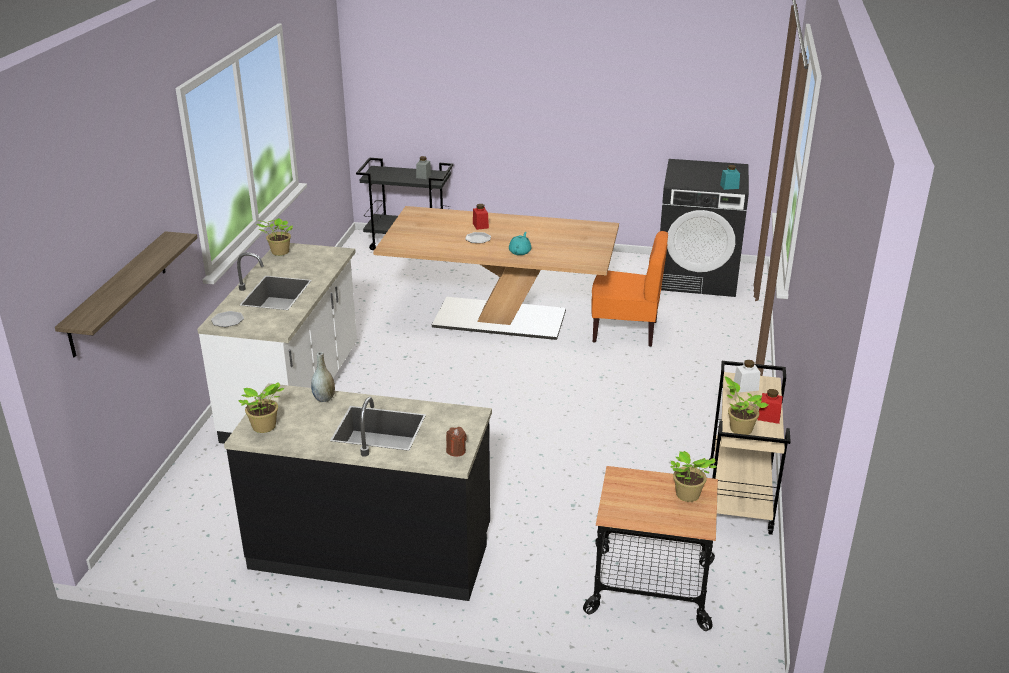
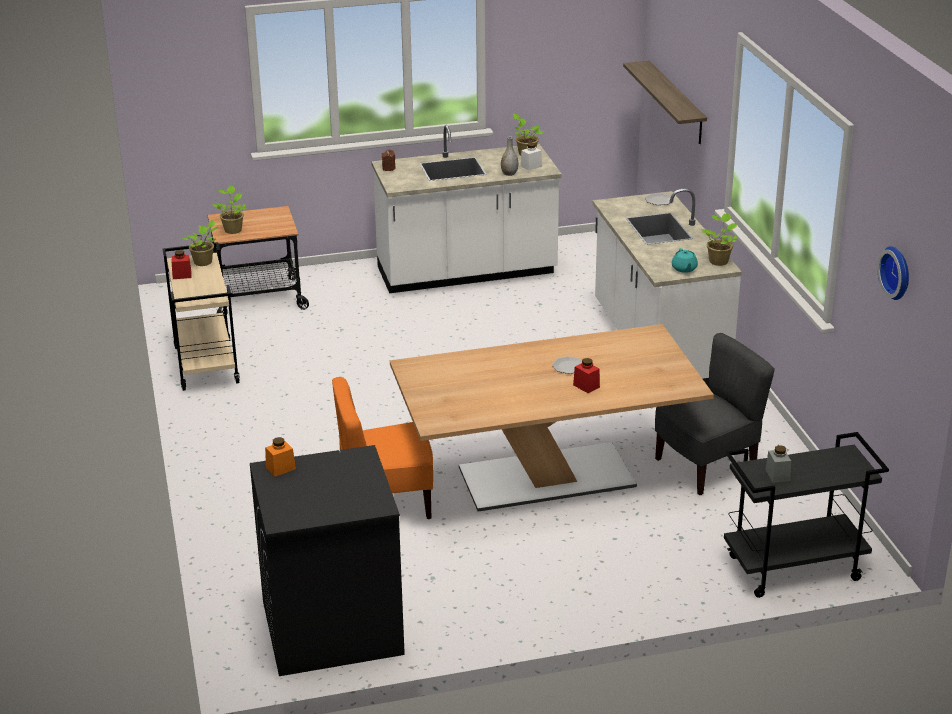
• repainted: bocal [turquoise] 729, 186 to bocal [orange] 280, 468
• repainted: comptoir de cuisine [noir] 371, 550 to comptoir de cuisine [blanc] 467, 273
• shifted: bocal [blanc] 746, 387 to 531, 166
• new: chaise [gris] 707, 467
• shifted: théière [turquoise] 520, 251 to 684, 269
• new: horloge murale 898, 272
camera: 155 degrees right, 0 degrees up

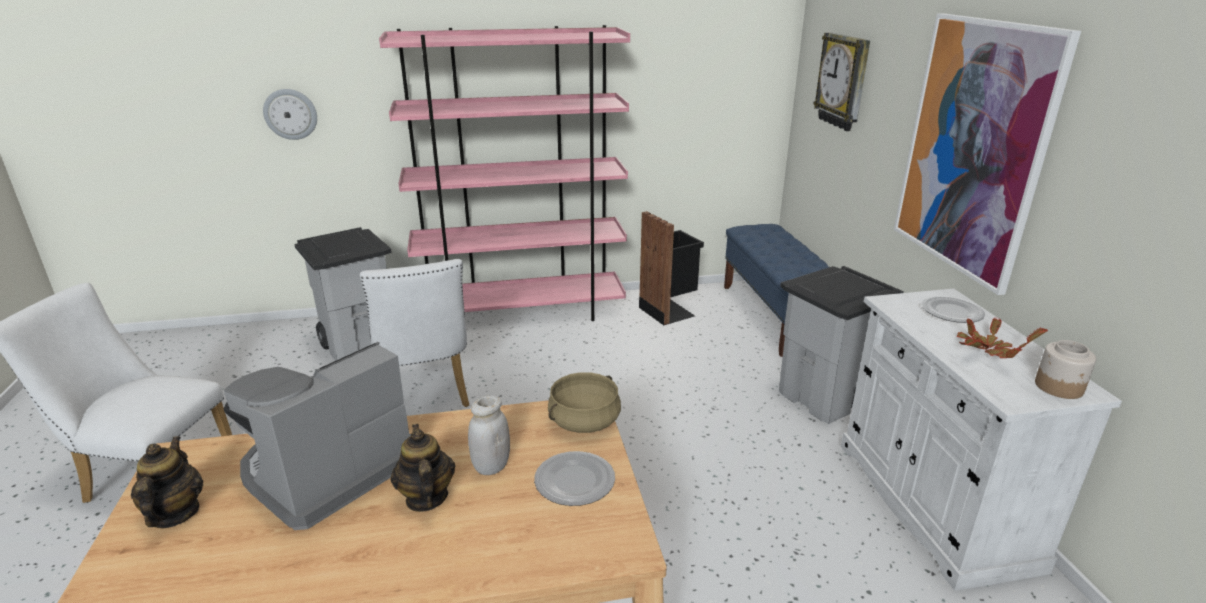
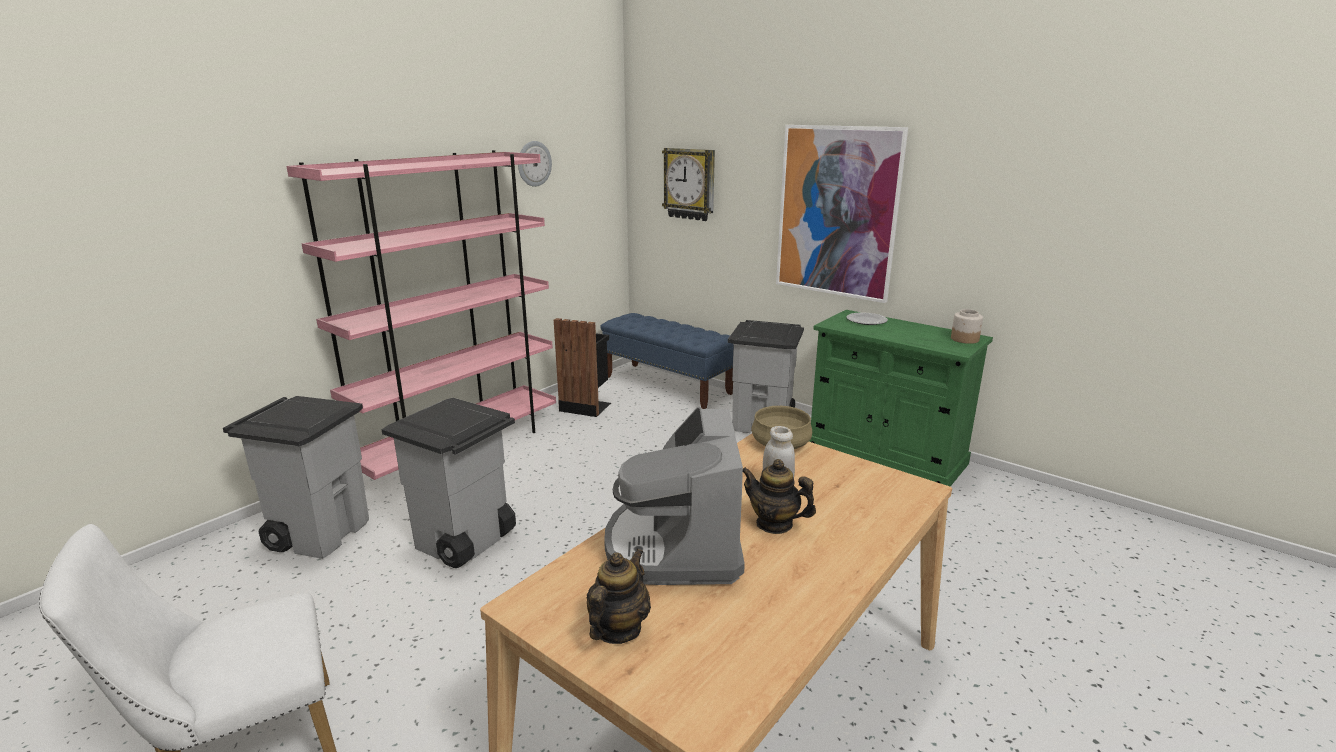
• swapped: chaise [blanc] 426, 396 to poubelle [gris] 464, 542
• shifted: horloge murale 290, 114 to 534, 163
• rotated: théière 175, 514 = 618, 629 75 degrees clockwise
• repainted: meuble de rangement [blanc] 932, 503 to meuble de rangement [vert] 885, 455
• gone: assiette 576, 480
• gone: plante en pot 986, 350
camera: 40 degrees left, 5 degrees down

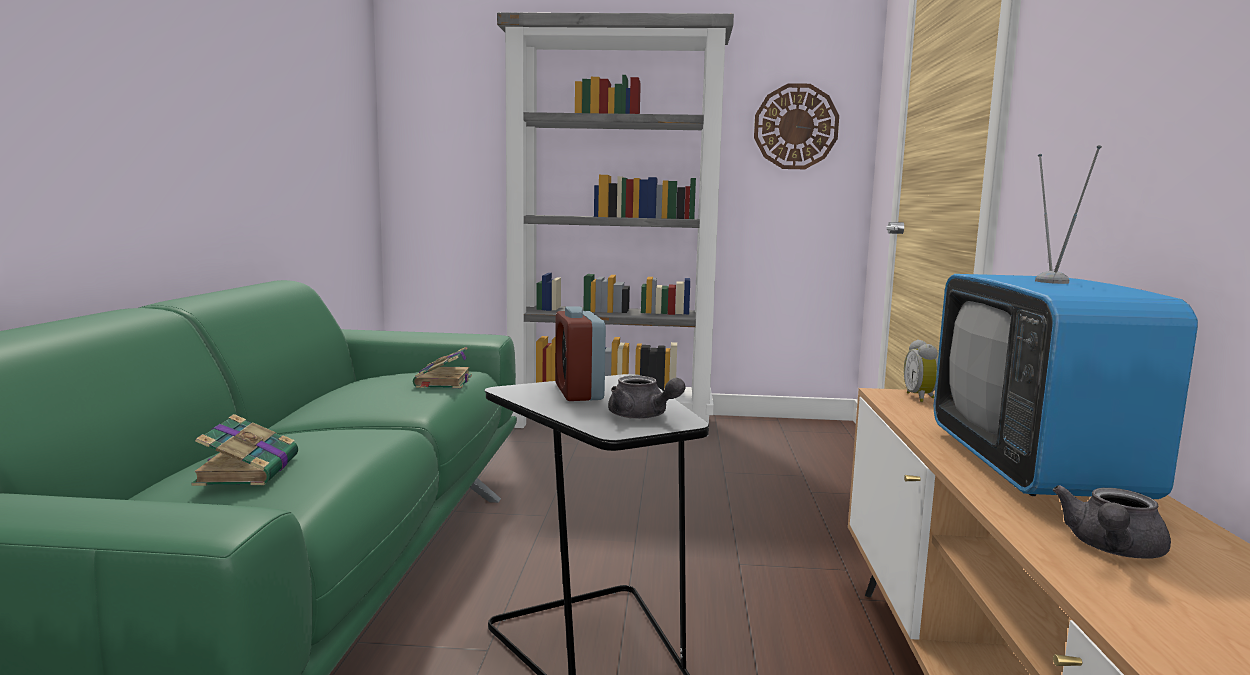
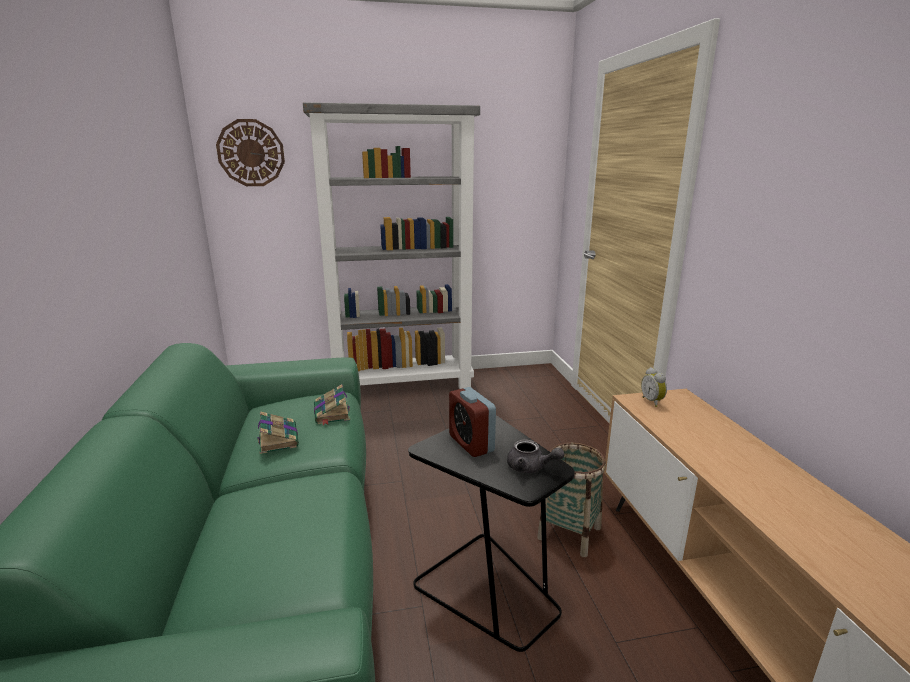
• shifted: horloge murale 796, 127 to 251, 153
• shifted: livre 249, 469 to 278, 439
• new: panier 569, 533
• gone: téléviseur 1032, 468
• gone: théière [gris] 1111, 549
camera: 15 degrees left, 10 degrees up

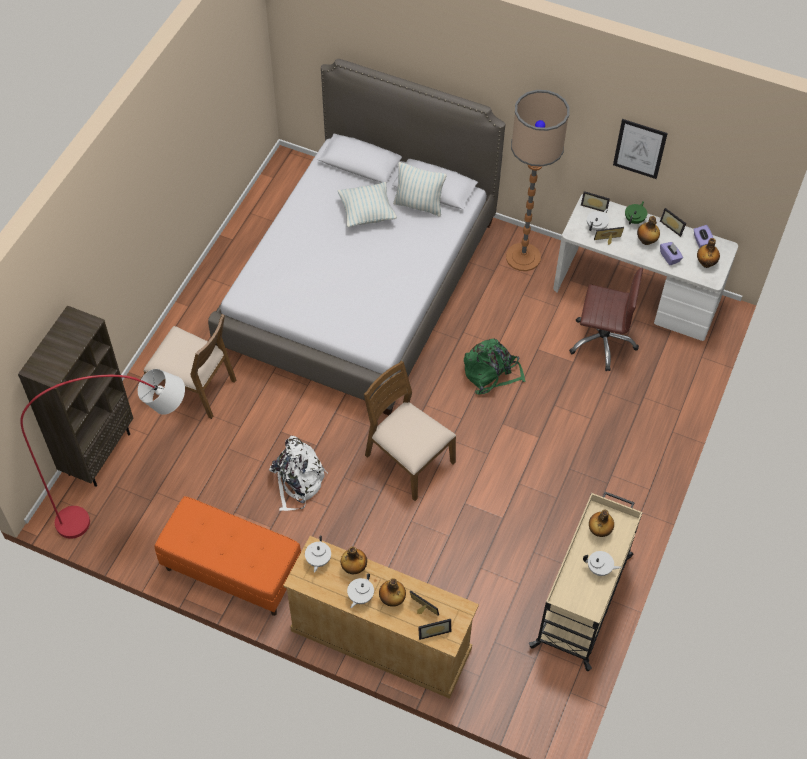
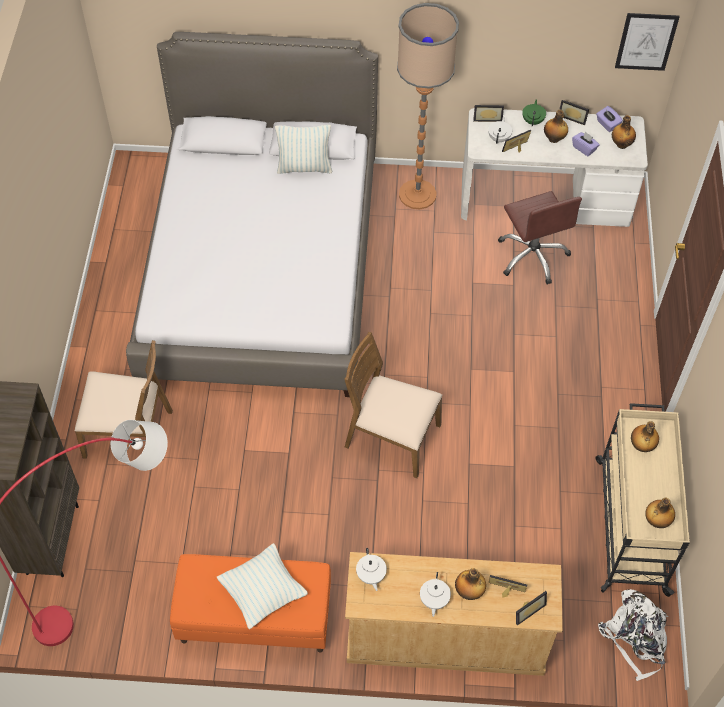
• shifted: coussin 367, 213 to 263, 592
• rotated: chaise de bureau [marron] 602, 341 = 532, 256 75 degrees clockwise
• shifted: sac à dos [blanc] 297, 482 to 636, 638
• shifted: tableau 639, 148 to 646, 41
• shifted: bouteille 354, 567 to 656, 521
• gone: sac à dos [vert] 491, 373
• gone: théière [blanc] 599, 569
camera: 20 degrees left, 0 degrees up

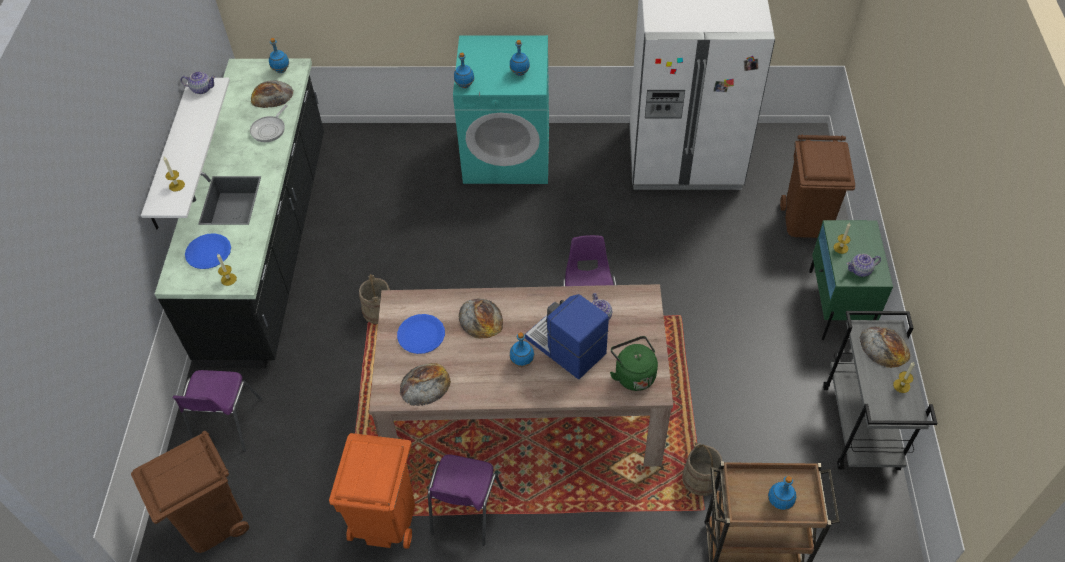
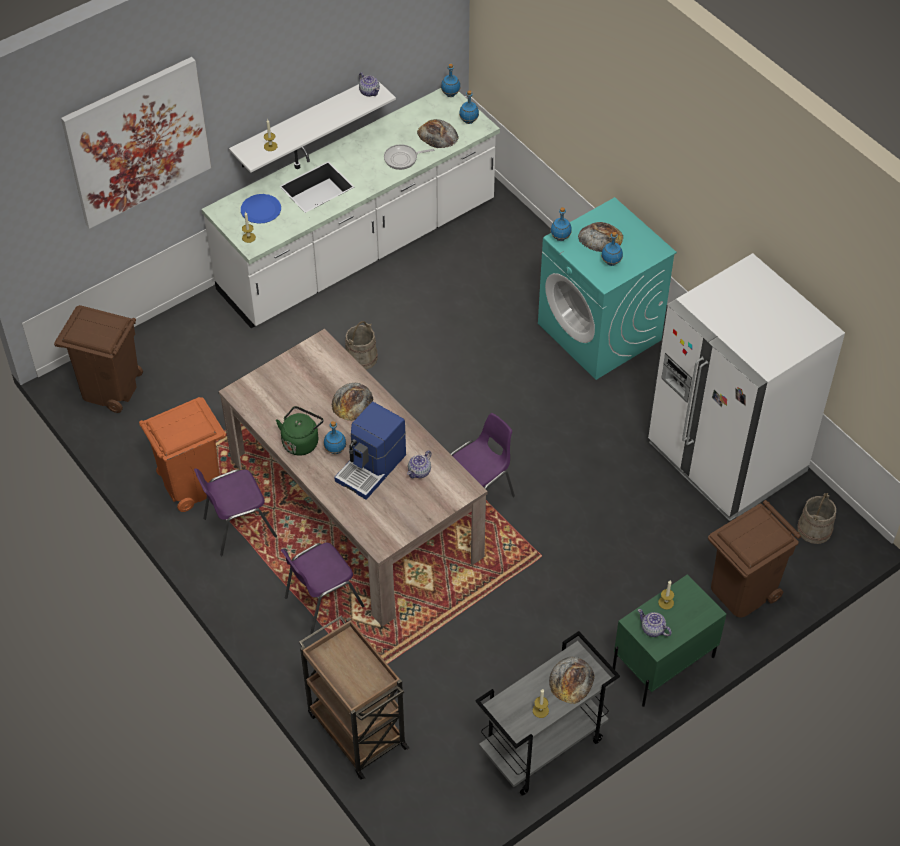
• new: tableau 137, 142
• repainted: comptoir de cuisine [noir] 269, 244 to comptoir de cuisine [blanc] 358, 248
• shifted: bouilloire [vert] 633, 374 to 301, 441
• shifted: chaise [violet] 226, 425 to 322, 602
• rotated: machine à café 565, 347 = 372, 468 150 degrees counterclockwise
• shifted: bouteille [bleu] 779, 502 to 451, 94
• shifted: pain 425, 384 to 600, 237
• shifted: seau [beige] 701, 478 to 814, 529
• gone: assiette [bleu] 421, 335
camera: 50 degrees right, 0 degrees up

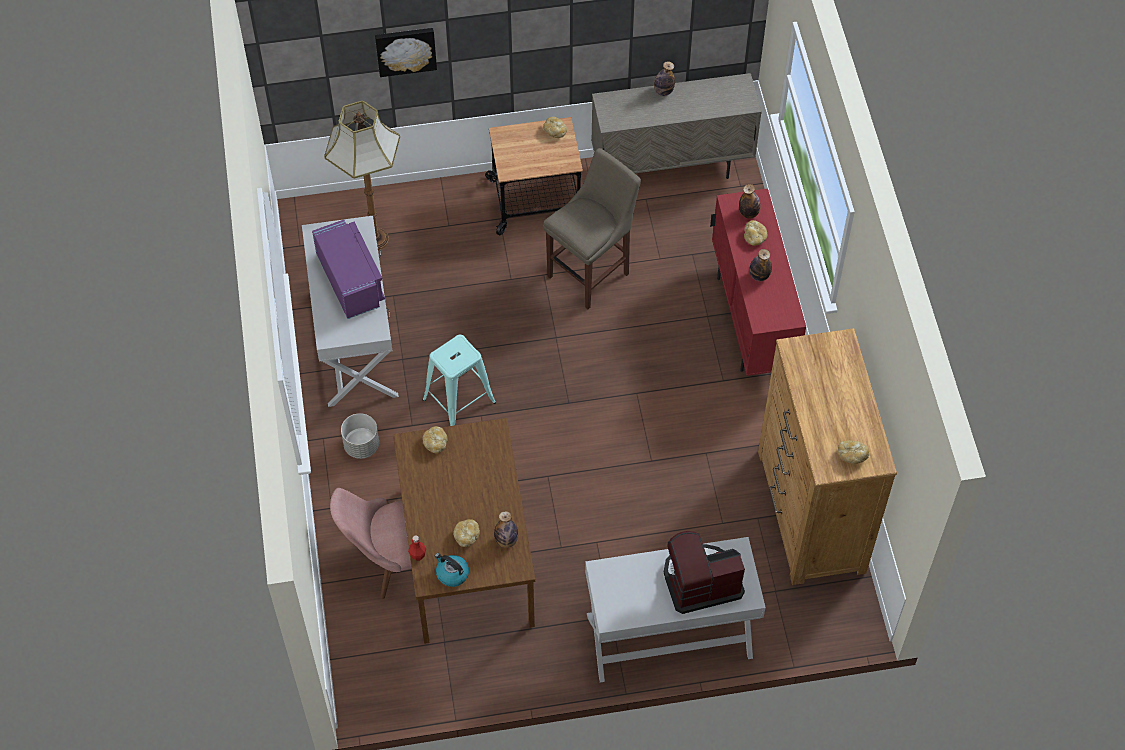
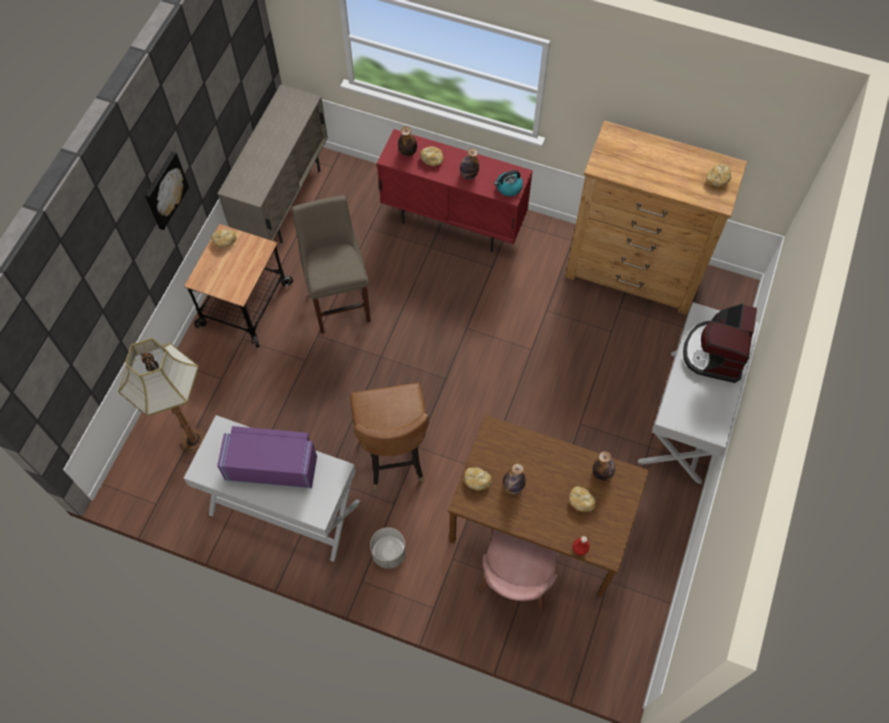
• shifted: tableau 405, 50 to 164, 190
• swapped: tabouret [turquoise] 459, 401 to chaise [marron] 394, 456
• shifted: bouilloire 452, 573 to 508, 188
• shifted: bouteille 663, 91 to 513, 486
camera: 60 degrees left, 5 degrees up

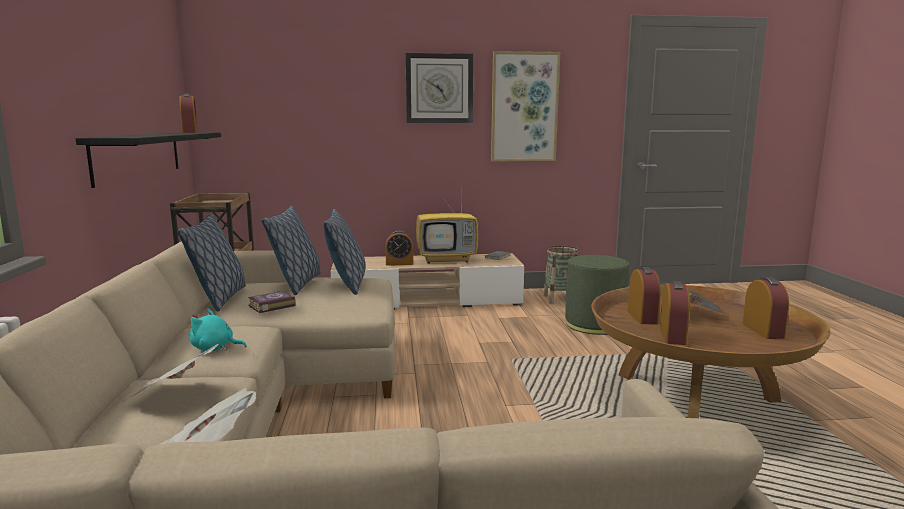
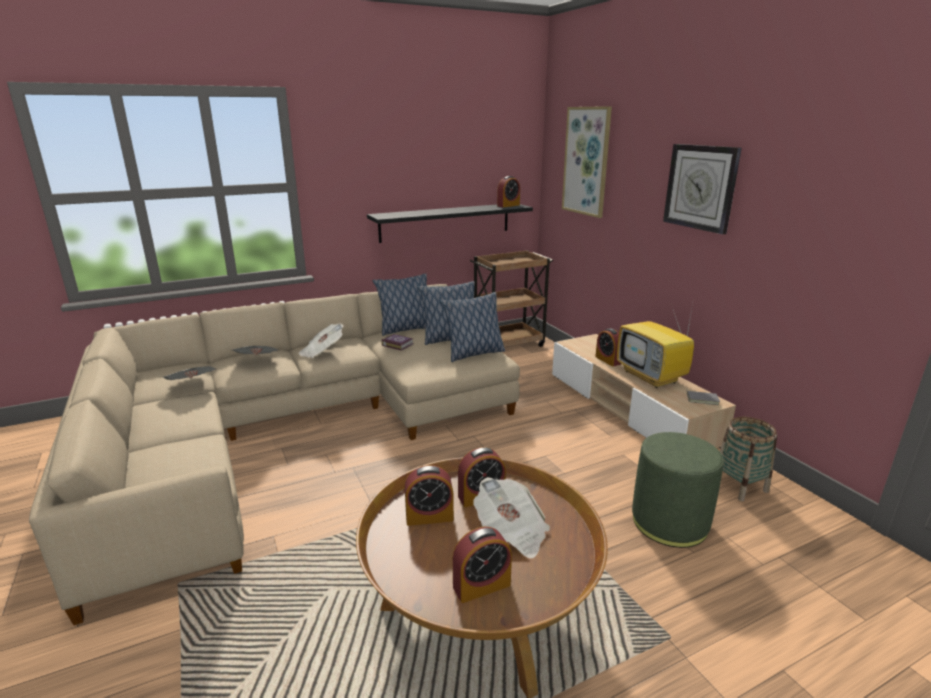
• swapped: peluche [turquoise] 215, 348 to journal 322, 352
• shifted: tableau 524, 107 to 586, 161
camera: 70 degrees right, 10 degrees up

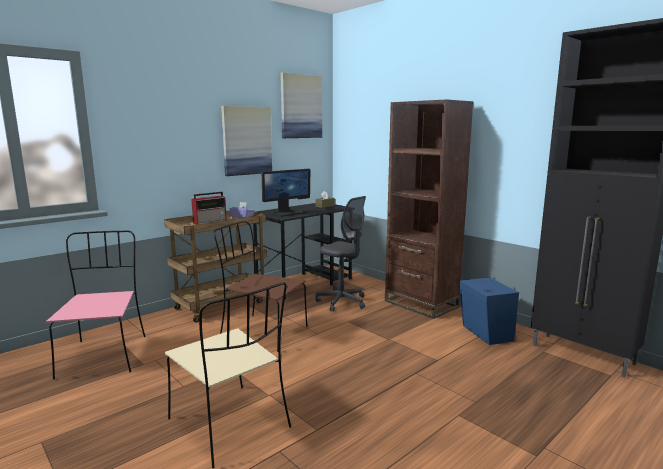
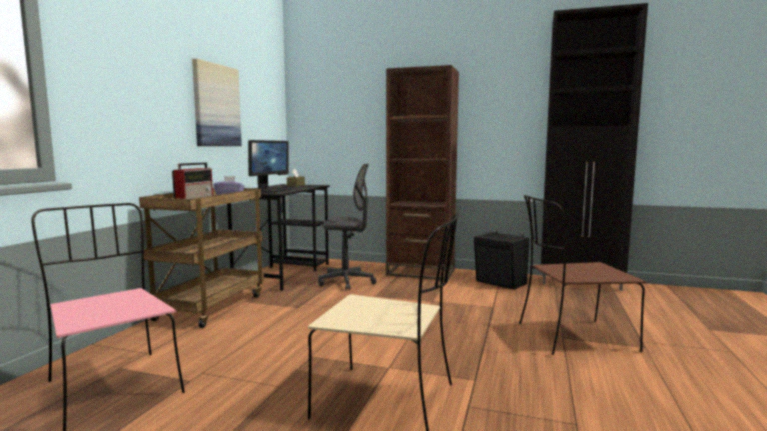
• repainted: enceinte [bleu] 485, 334 to enceinte [noir] 500, 283
• shifted: chaise [marron] 262, 332 to 573, 337
• gone: tableau 301, 106
camera: 30 degrees left, 5 degrees down

